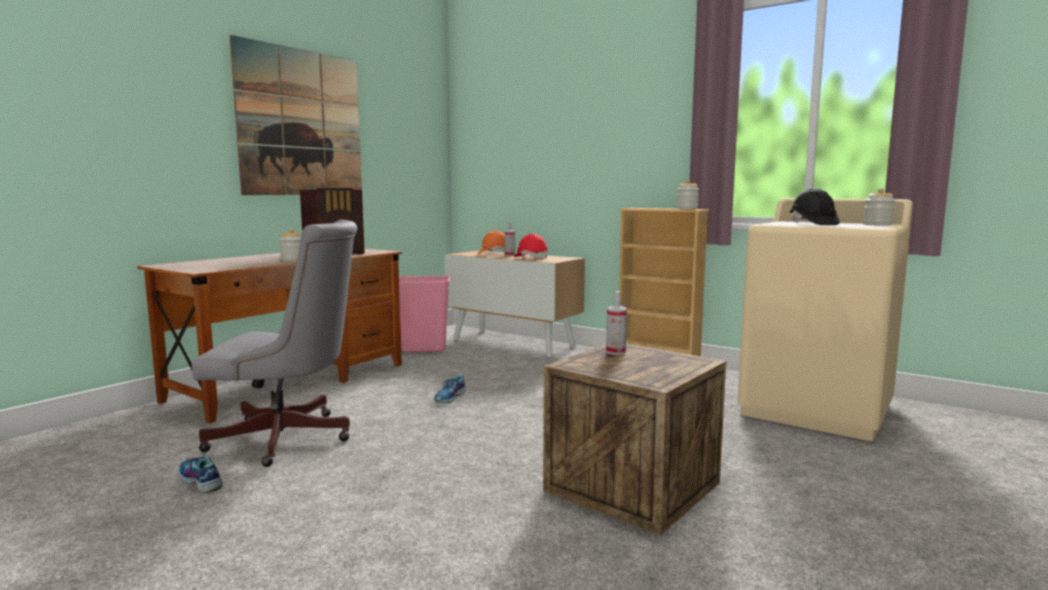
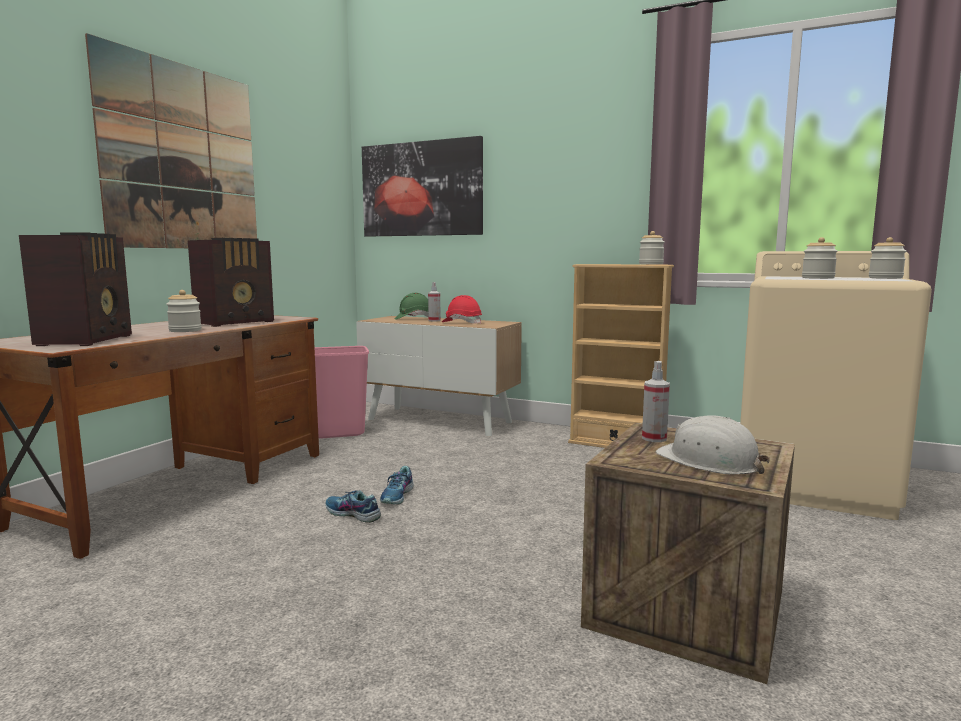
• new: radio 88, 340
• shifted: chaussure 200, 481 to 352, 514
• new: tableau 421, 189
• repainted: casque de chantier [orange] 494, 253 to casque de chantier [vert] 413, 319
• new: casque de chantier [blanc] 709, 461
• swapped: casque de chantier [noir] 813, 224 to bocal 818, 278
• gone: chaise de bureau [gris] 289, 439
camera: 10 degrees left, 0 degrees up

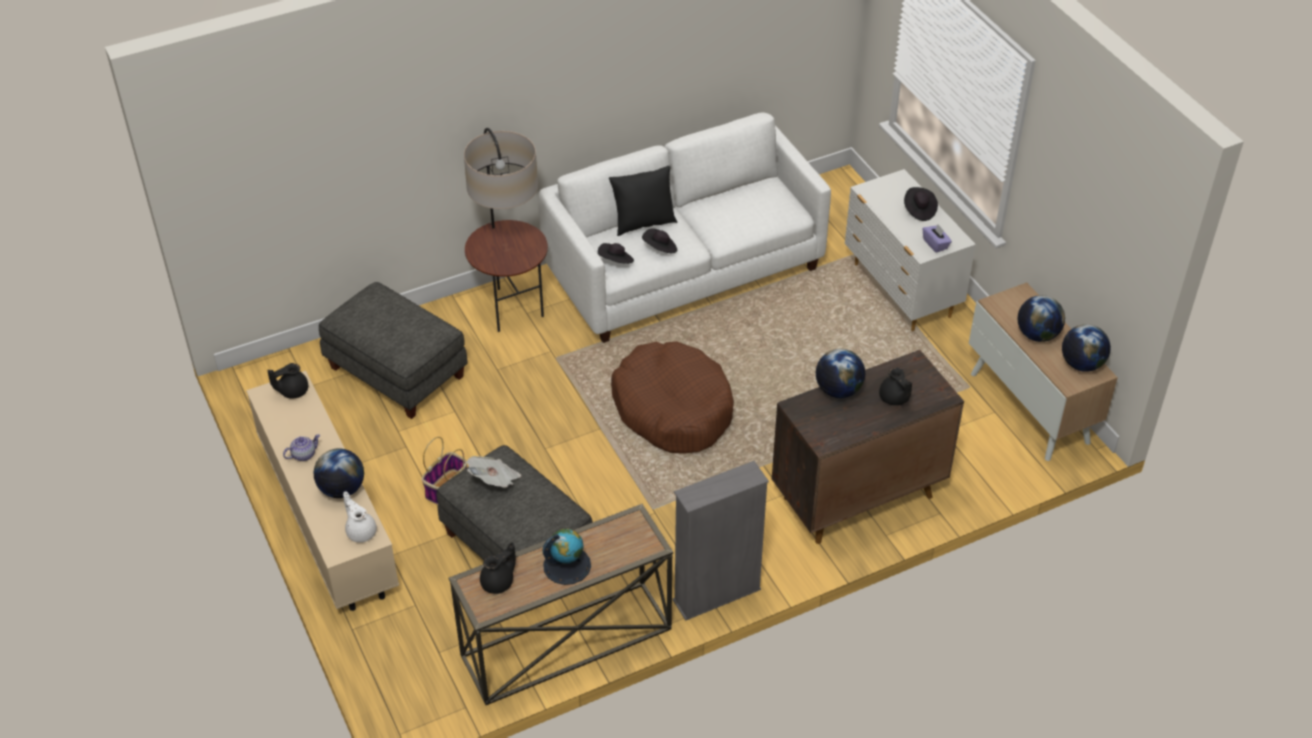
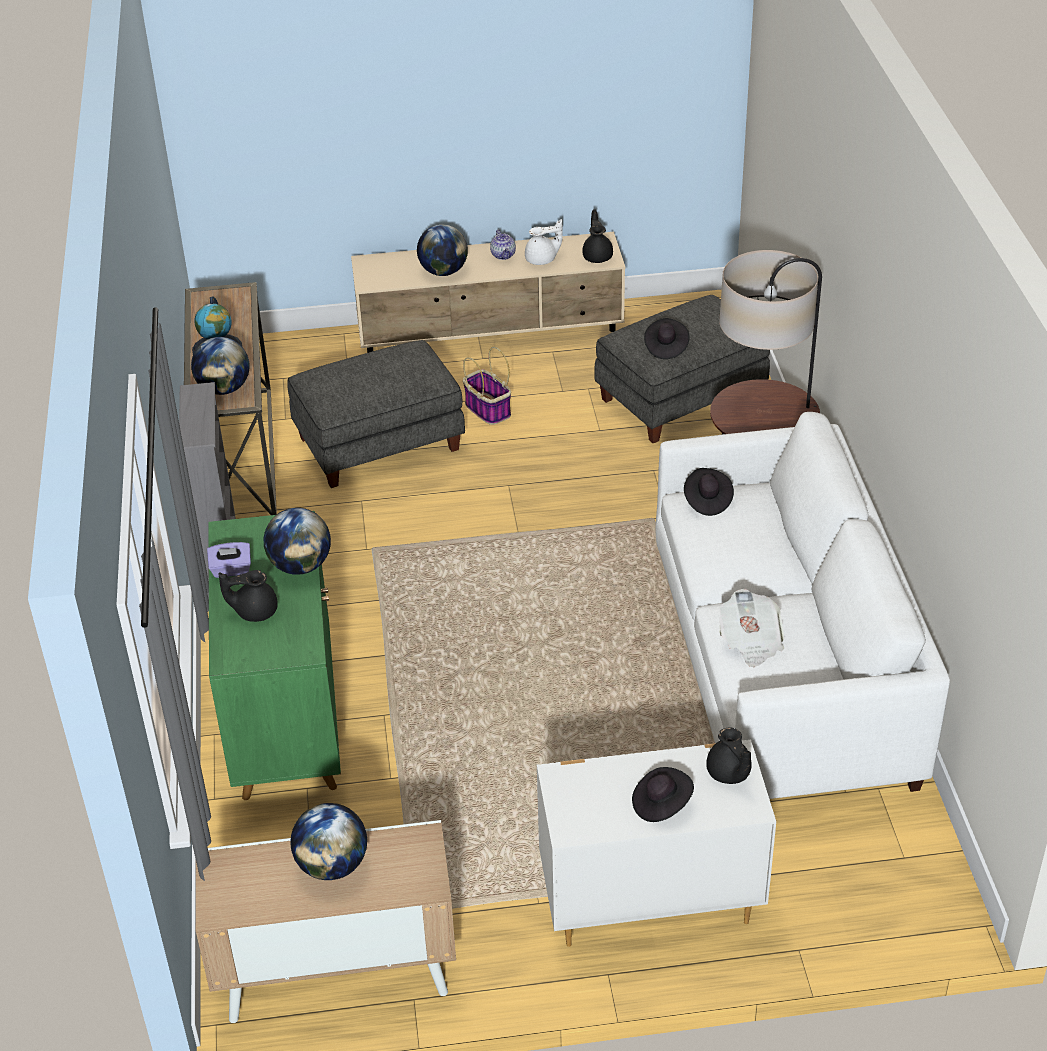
• shifted: globe 1081, 364 to 224, 388
• shifted: boîte à mouchoirs [violet] 935, 244 to 231, 570
• repainted: meuble de rangement [marron] 857, 497 to meuble de rangement [vert] 286, 725
• shifted: théière [blanc] 361, 531 to 542, 260
• shifted: chapeau [noir] 660, 248 to 665, 347
• shifted: théière [noir] 498, 582 to 729, 773
• shifted: journal 495, 480 to 750, 642
• gone: coussin [noir] 643, 223
• gone: panier pour chien [marron] 673, 409
camera: 110 degrees right, 5 degrees down

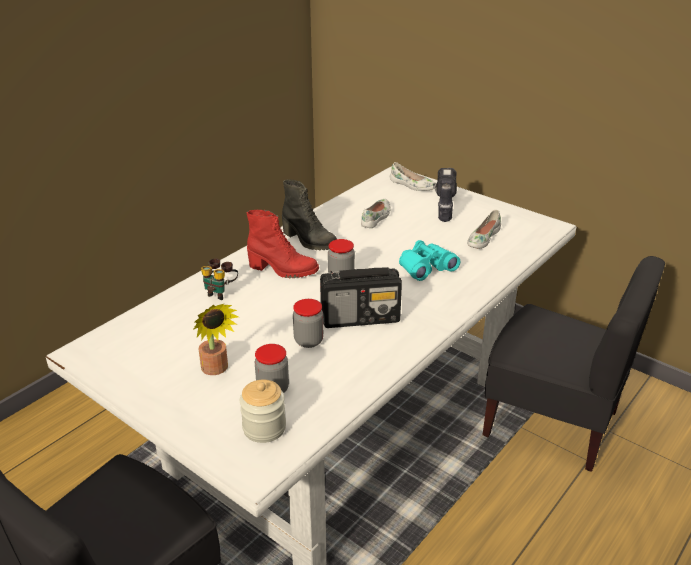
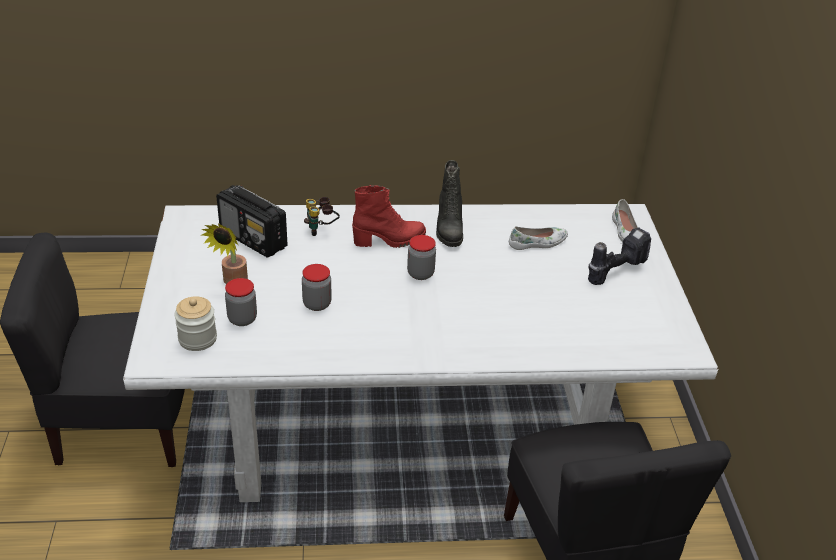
• shifted: radio 361, 318 to 254, 239
• rotated: botte [rouge] 283, 270 = 389, 240 75 degrees counterclockwise
• gone: jumelles [turquoise] 426, 267
• gone: chaussure [blanc] 482, 238
camera: 45 degrees right, 5 degrees up

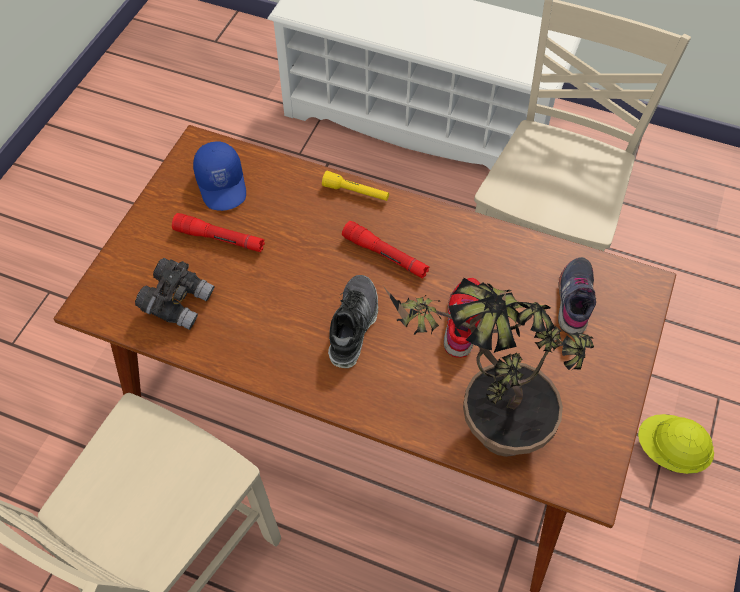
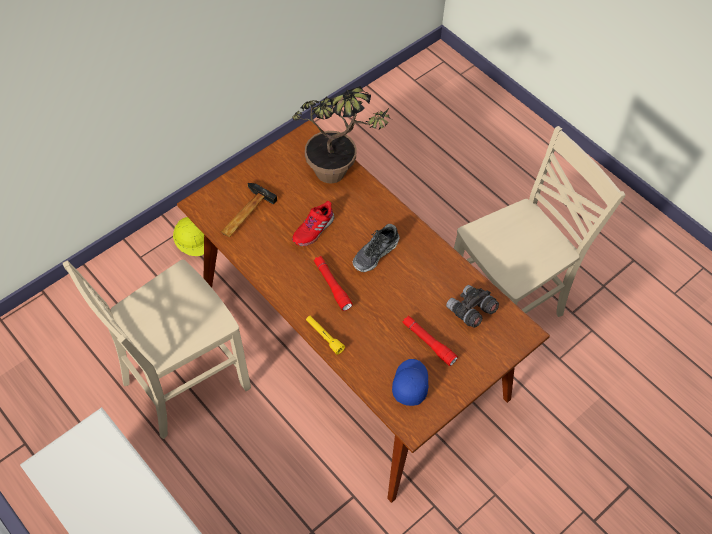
• swapped: chaussure [gris] 575, 299 to marteau 244, 213
camera: 155 degrees left, 0 degrees up

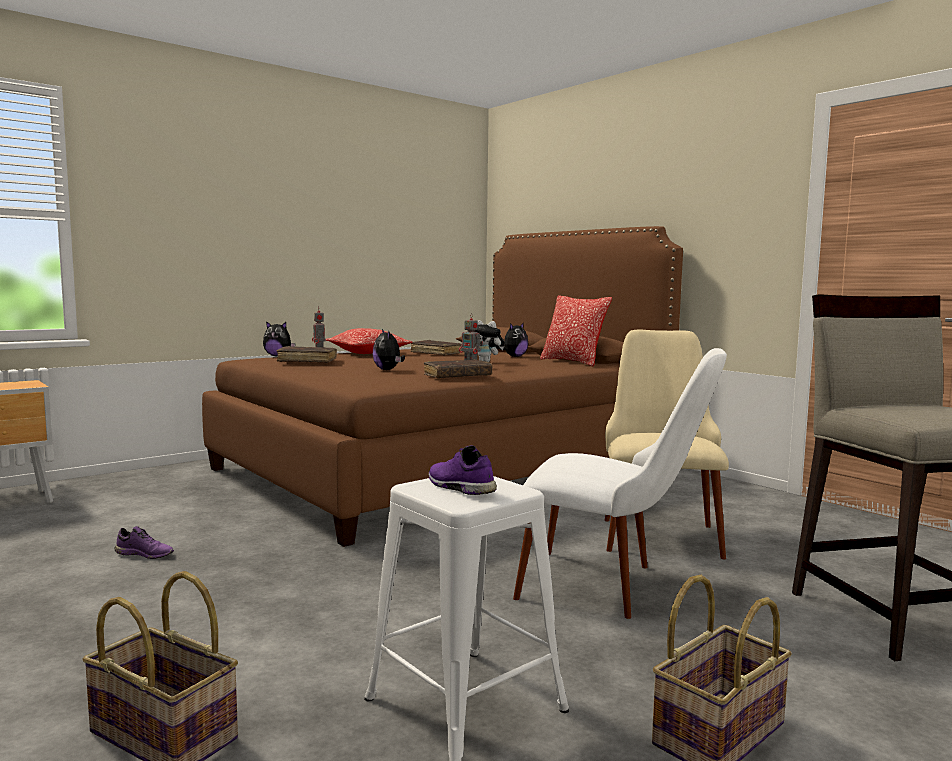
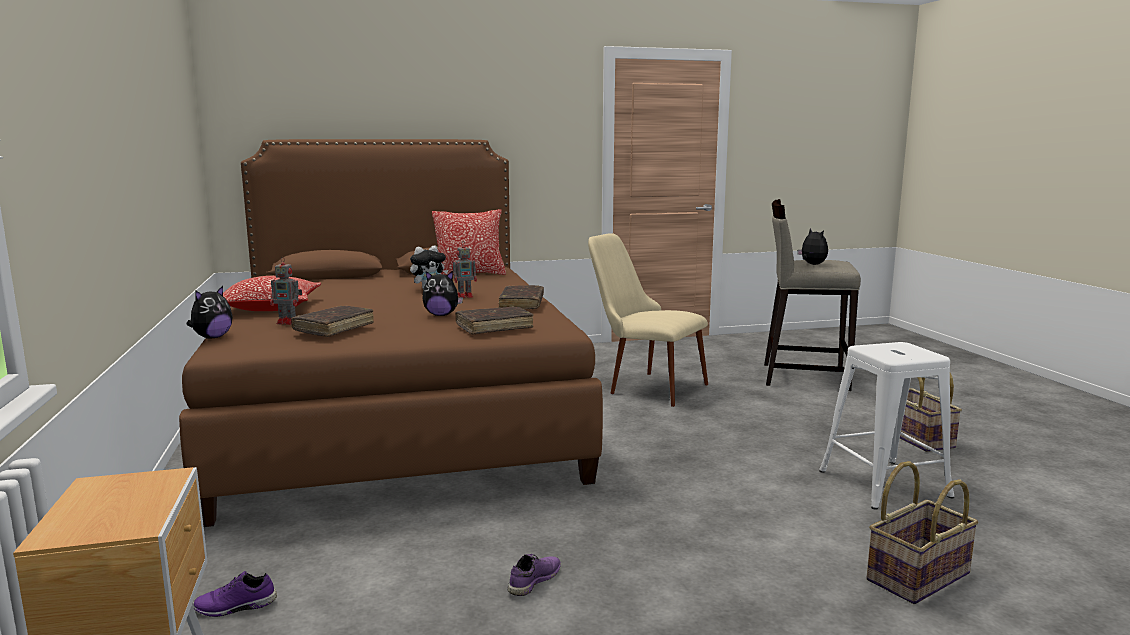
• shifted: chaussure [violet] 459, 487 to 235, 607
• shifted: livre [marron] 437, 353 to 494, 327
• shifted: peluche 514, 356 to 812, 264
• gone: chaise [blanc] 612, 586
camera: 65 degrees left, 5 degrees up

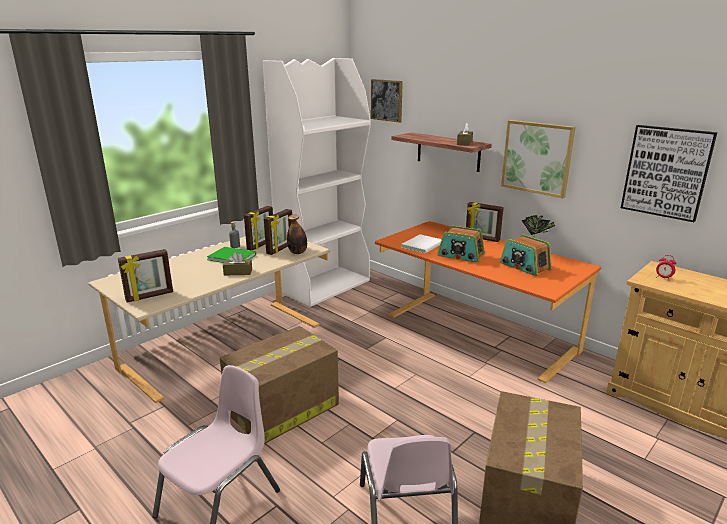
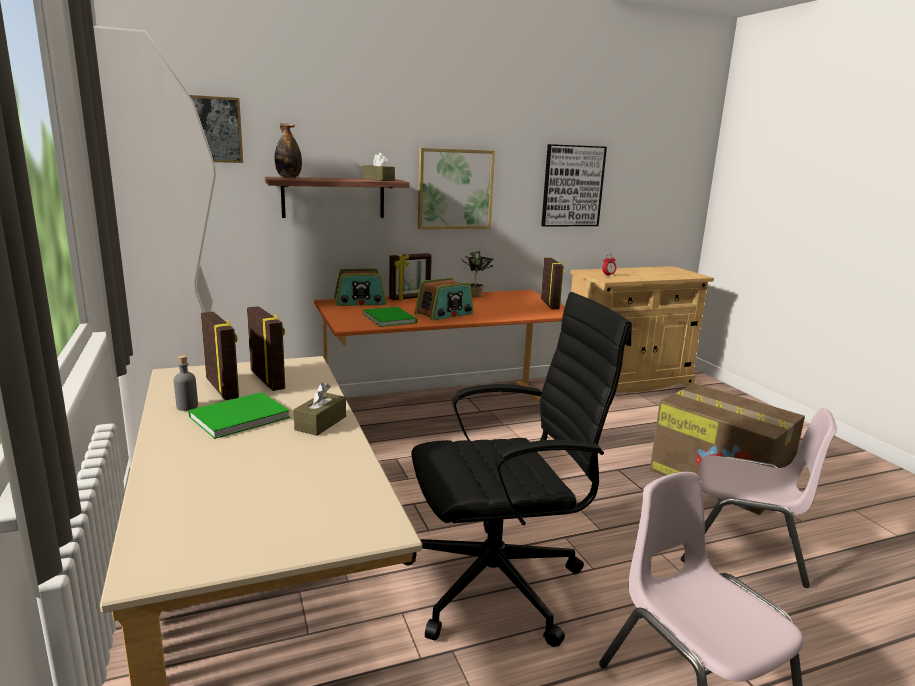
• shifted: bouteille 297, 252 to 288, 177
• shifted: radio 524, 266 to 360, 302
• repainted: livre [blanc] 424, 245 to livre [vert] 390, 318
• swapped: carton 281, 409 to chaise de bureau [noir] 499, 584
• shifted: cadre photo 150, 296 to 550, 304
camera: 65 degrees left, 5 degrees down

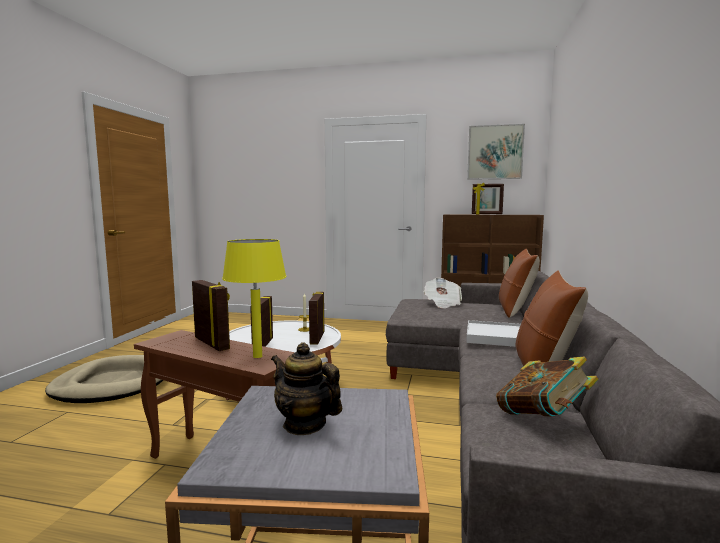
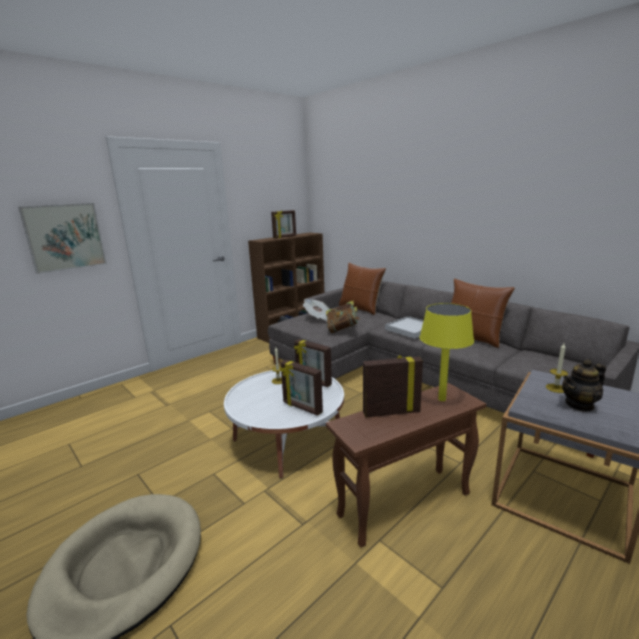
• shifted: tableau 495, 152 to 65, 237
• shifted: livre 542, 418 to 342, 330
• new: bougie 556, 388
camera: 55 degrees left, 10 degrees up

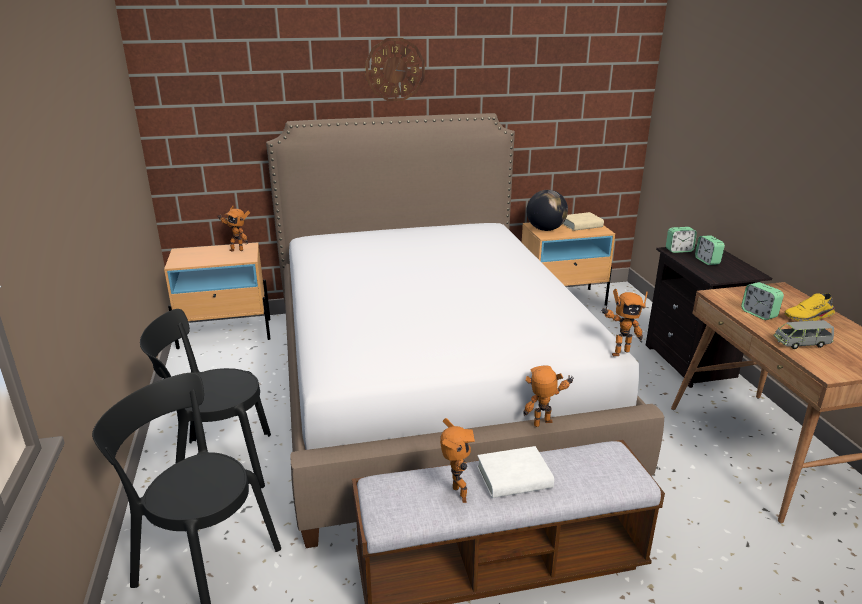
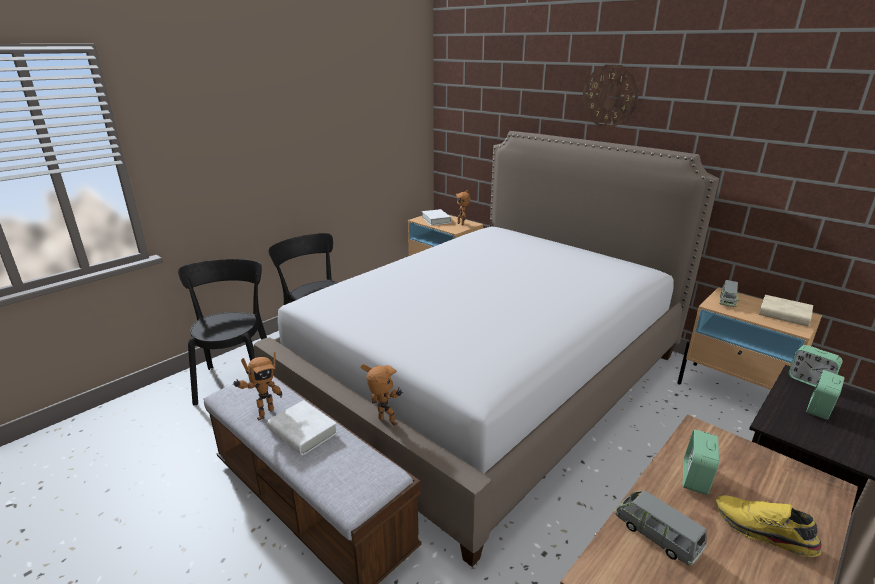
• new: livre [blanc] 436, 220
• swapped: globe 545, 229 to petite voiture [gris] 727, 301
• gone: robot jouet 618, 352
camera: 55 degrees right, 0 degrees up

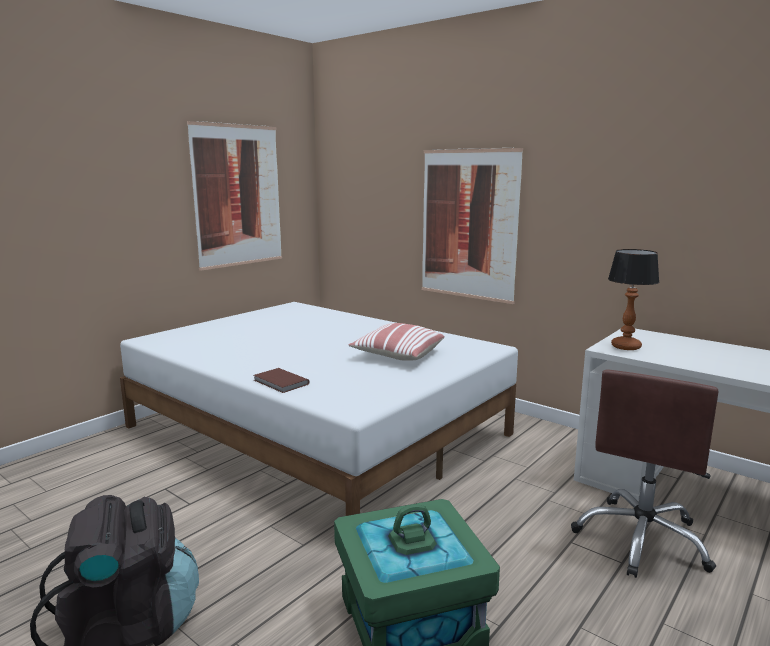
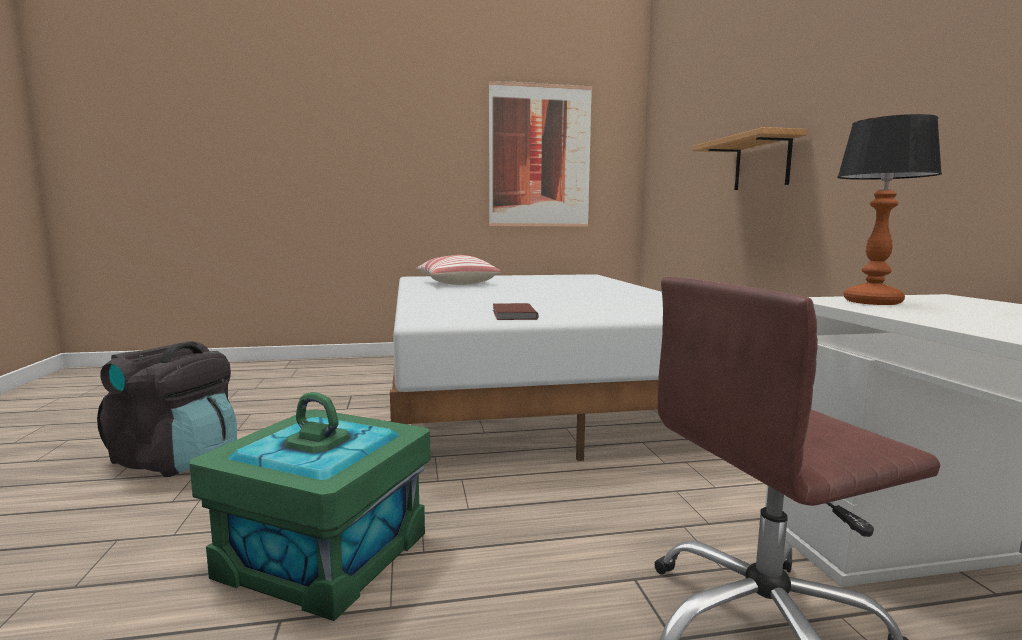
• shifted: coussin 397, 355 to 456, 283
• shifted: livre [marron] 280, 383 to 512, 314
• swapped: tableau 468, 224 to étagère 762, 163
camera: 40 degrees right, 5 degrees down

